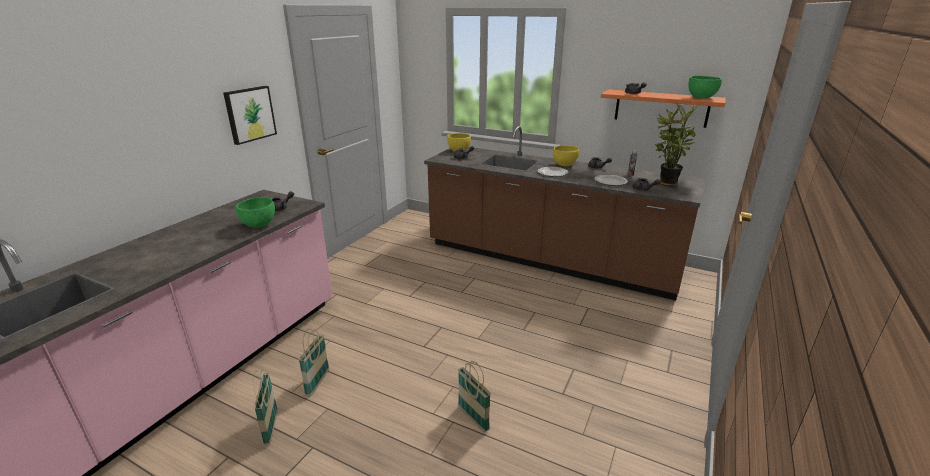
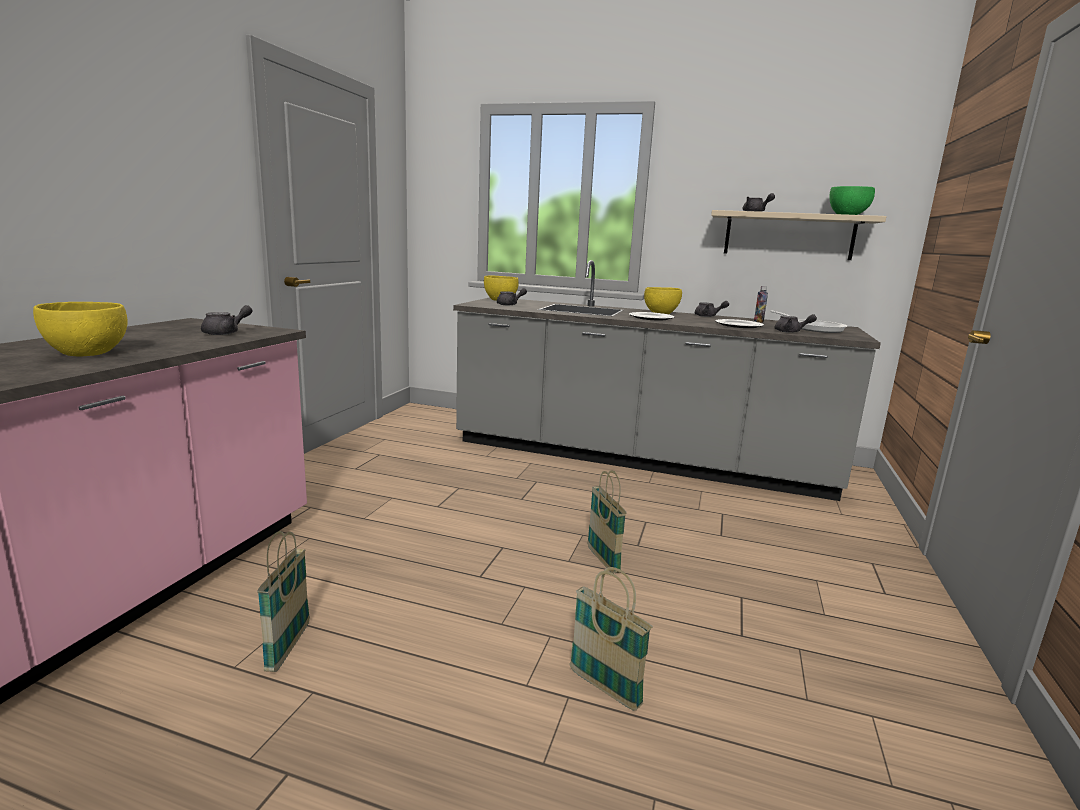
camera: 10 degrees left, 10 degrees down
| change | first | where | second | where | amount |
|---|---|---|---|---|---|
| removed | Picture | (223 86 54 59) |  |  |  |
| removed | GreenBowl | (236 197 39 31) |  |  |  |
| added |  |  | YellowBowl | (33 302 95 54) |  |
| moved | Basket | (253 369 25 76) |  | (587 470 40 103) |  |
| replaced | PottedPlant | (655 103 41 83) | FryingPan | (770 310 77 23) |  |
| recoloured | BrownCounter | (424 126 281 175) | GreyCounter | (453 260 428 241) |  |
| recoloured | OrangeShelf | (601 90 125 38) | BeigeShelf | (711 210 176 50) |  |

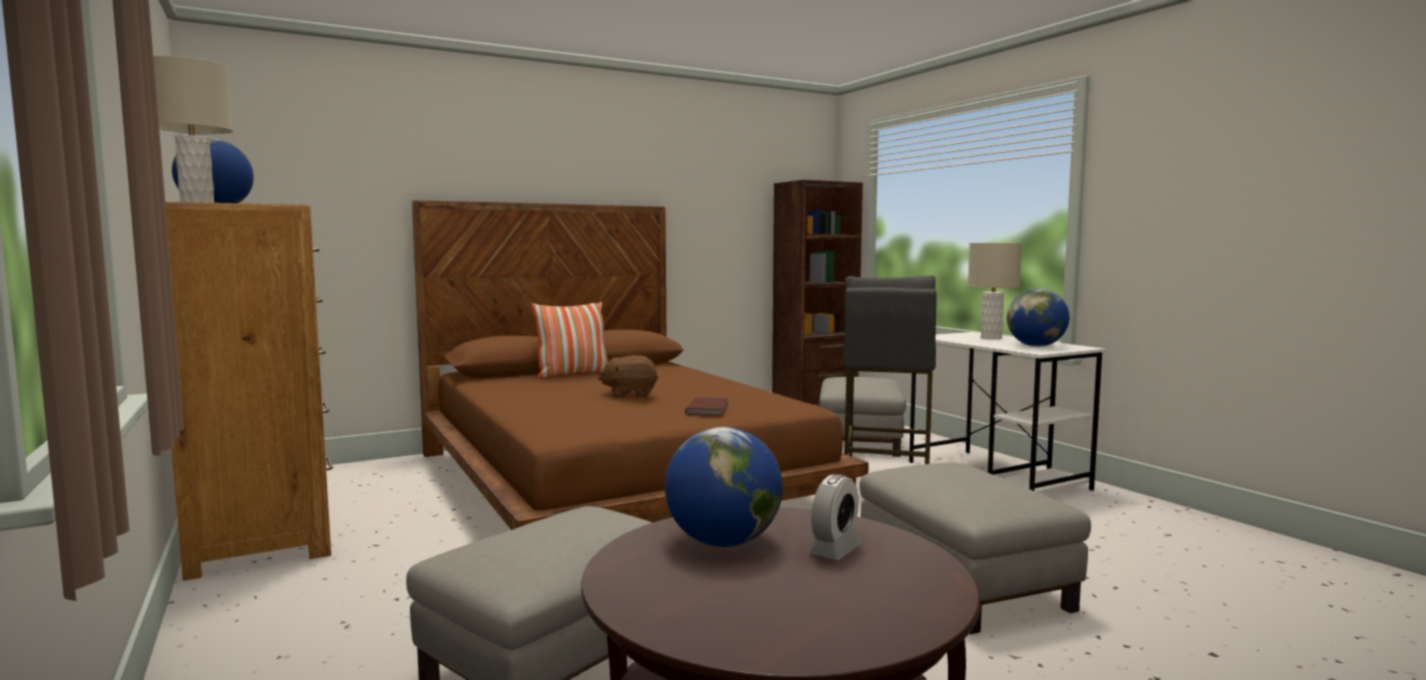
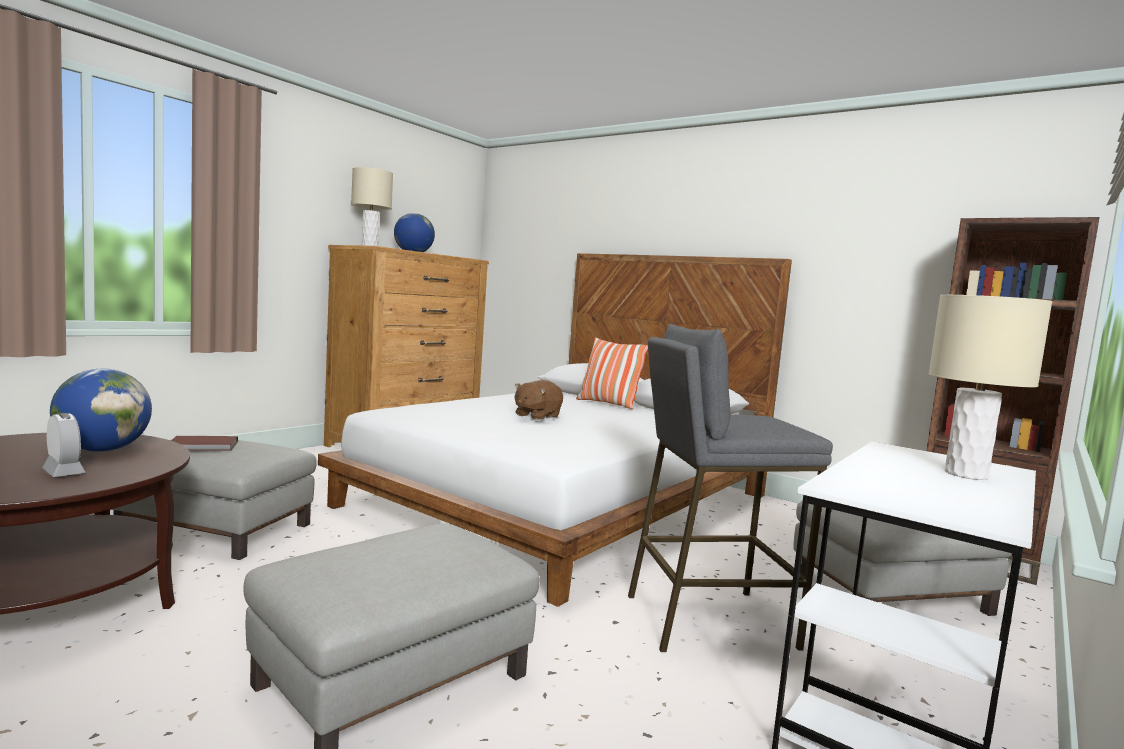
camera: 65 degrees right, 0 degrees up
| change | first | where | second | where | amount |
|---|---|---|---|---|---|
| removed | Globe | (1007 289 62 58) |  |  |  |
| moved | BrownBook | (685 397 44 19) |  | (171 436 67 15) |  |
| recoloured | BrownBed | (412 200 457 330) | WhiteBed | (318 253 474 354) |  |
| turned | BrownPlushToy | (598 355 60 43) |  | (515 380 48 40) | 105 degrees counterclockwise |
| turned | AlarmClock | (808 474 53 86) |  | (42 413 44 64) | 150 degrees counterclockwise |

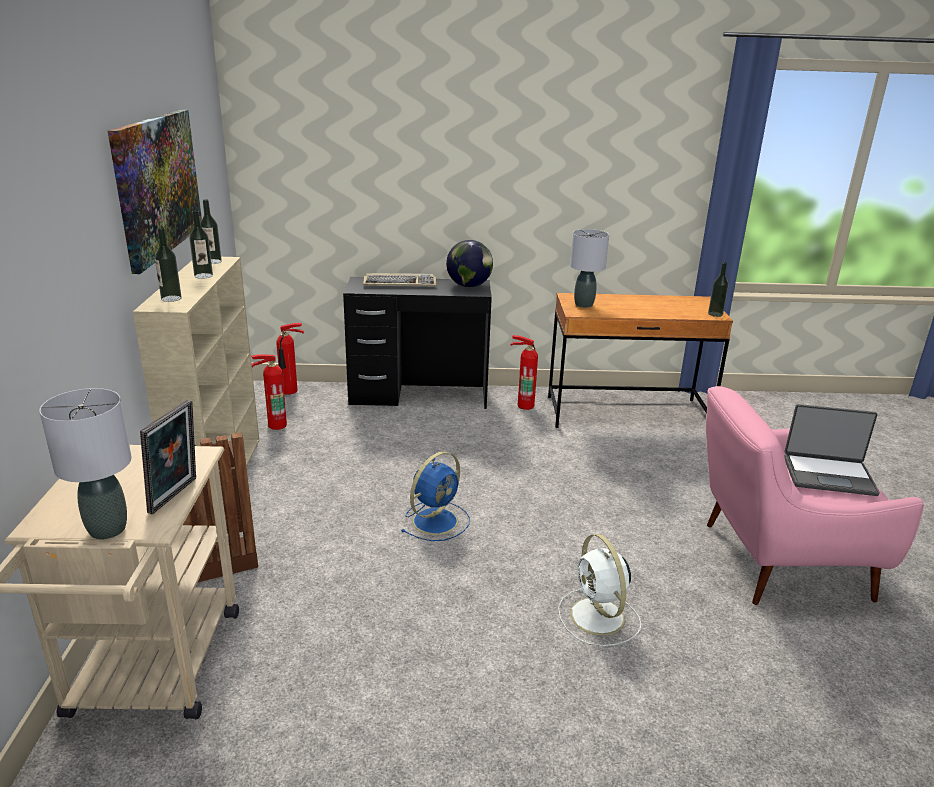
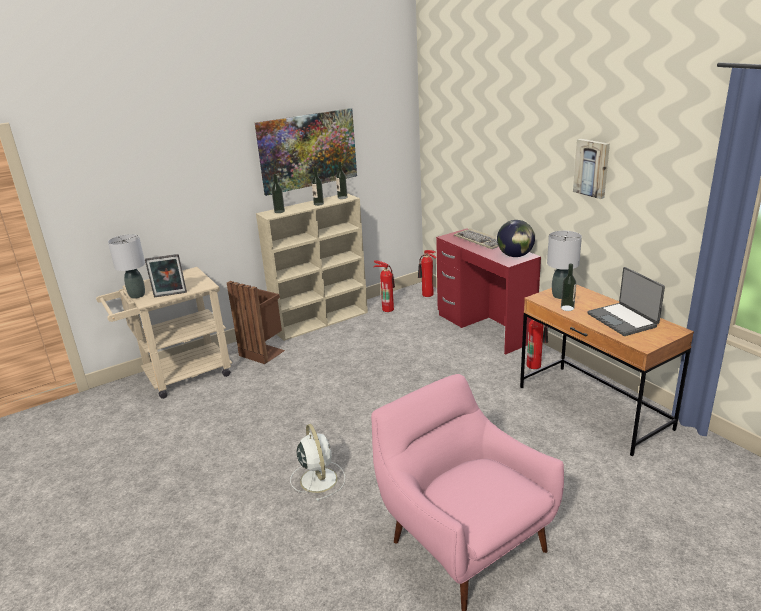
camera: 60 degrees right, 0 degrees up
| change | first | where | second | where | amount |
|---|---|---|---|---|---|
| removed | BlueFan | (401 451 69 90) |  |  |  |
| added |  |  | Picture | (573 139 37 60) |  |
| moved | Bottle | (708 262 21 55) |  | (561 264 15 47) |  |
| moved | Laptop | (784 404 96 92) |  | (587 267 78 69) |  |
| recoloured | BlackDesk | (343 277 149 132) | RedDesk | (436 229 105 126) |  |
| turned | WhiteFan | (558 534 83 112) |  | (290 424 55 77) | 120 degrees clockwise |

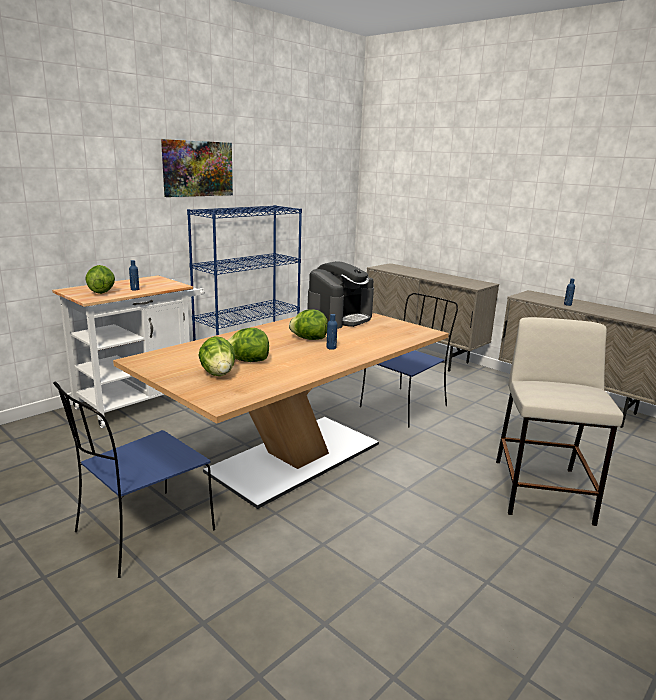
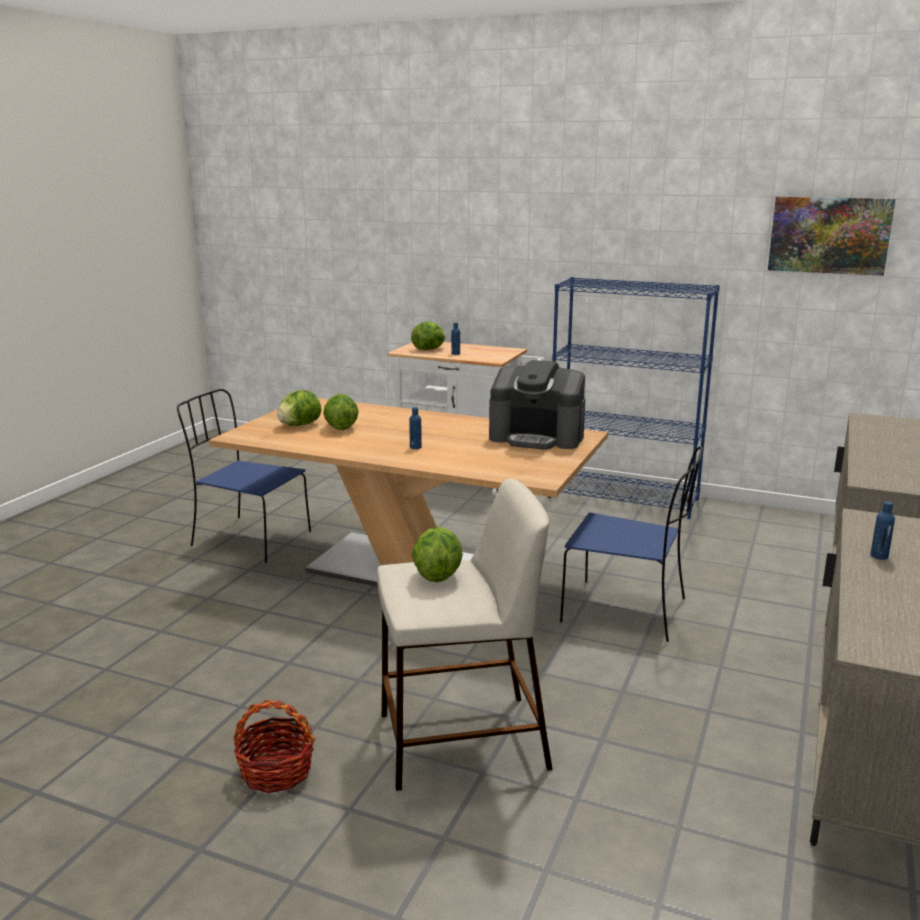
camera: 70 degrees right, 0 degrees up
| change | first | where | second | where | amount |
|---|---|---|---|---|---|
| added |  |  | Basket | (234 700 81 93) |  |
| moved | Picture | (161 139 72 58) |  | (768 196 127 80) |  |
| moved | Lettuce | (289 309 39 31) |  | (412 526 51 56) |  |

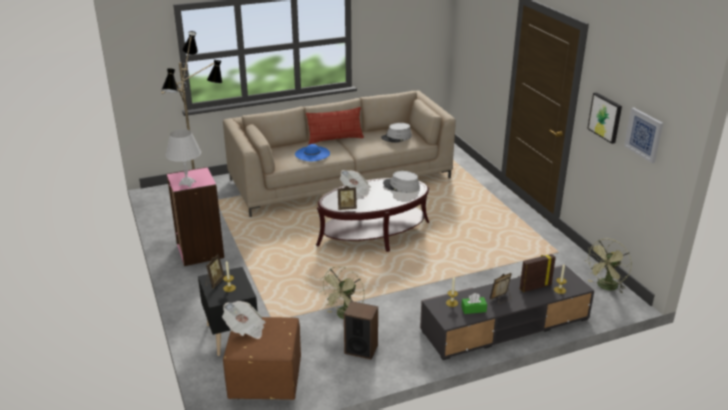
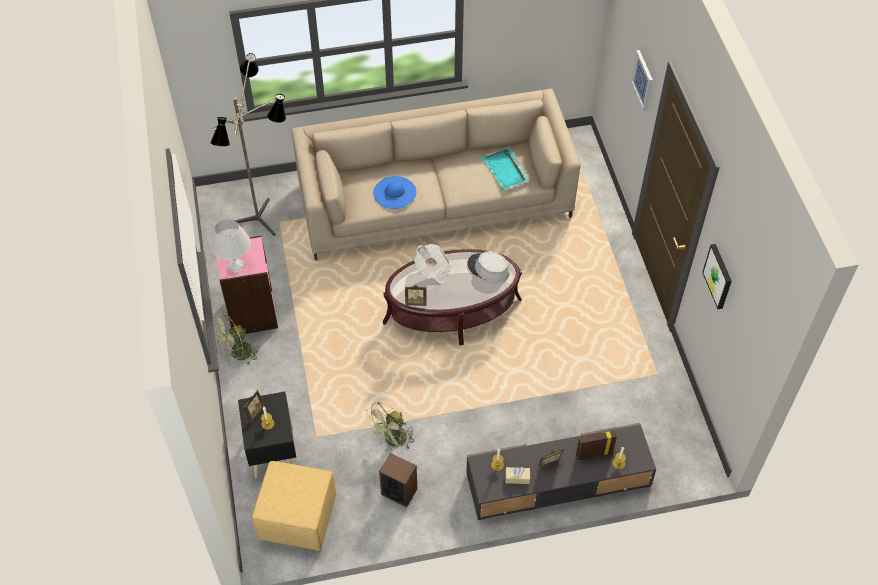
camera: 10 degrees right, 25 degrees up
| change | first | where | second | where | amount |
|---|---|---|---|---|---|
| removed | Newspaper | (222 301 44 38) |  |  |  |
| removed | Pillow | (306 107 58 38) |  |  |  |
| moved | GreenFan | (585 239 47 54) |  | (214 312 46 53) |  |
| moved | Picture | (624 108 39 55) |  | (631 50 22 61) |  |
| replaced | GreyHat | (381 123 31 20) | TurquoiseTray | (481 147 50 43) |  |
| recoloured | BrownOttoman | (223 317 78 83) | YellowOttoman | (252 461 84 90) |  |
| recoloured | GreenTissueBox | (461 293 26 21) | BeigeTissueBox | (505 467 25 17) |  |

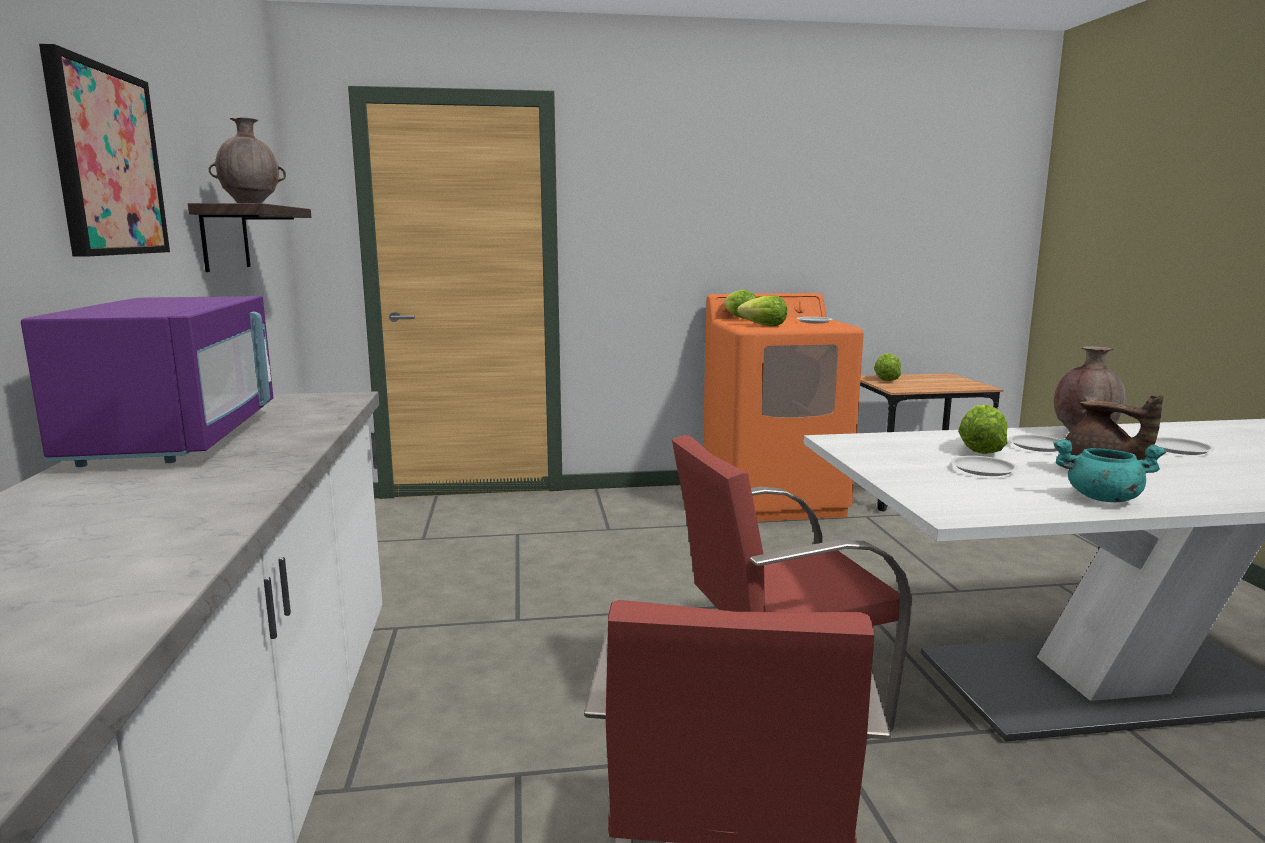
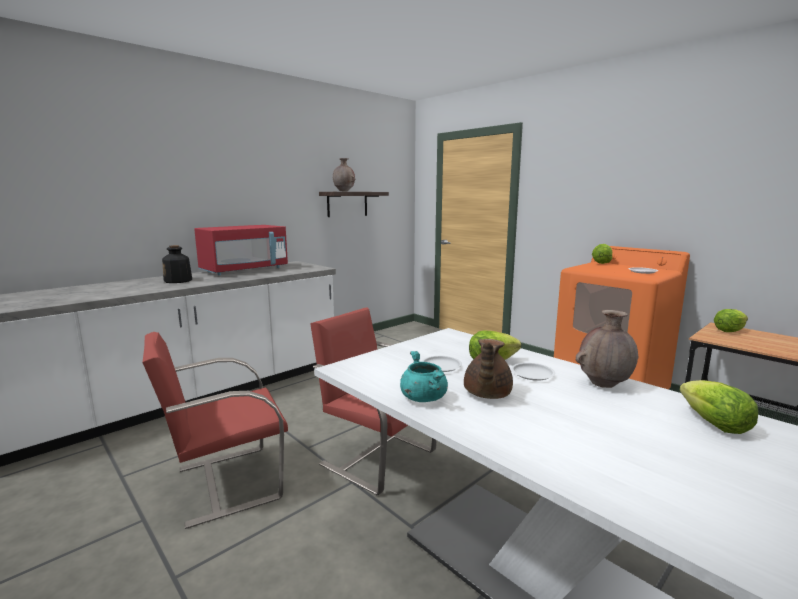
camera: 55 degrees right, 0 degrees up
| change | first | where | second | where | amount |
|---|---|---|---|---|---|
| removed | Picture | (39 44 131 213) |  |  |  |
| removed | WhitePlate | (1155 437 60 18) |  |  |  |
| added |  |  | Bottle | (162 245 30 38) |  |
| moved | Lettuce | (737 296 50 30) |  | (680 380 78 54) |  |
| recoloured | PurpleMicrowave | (21 296 252 171) | RedMicrowave | (194 225 94 50) |  |

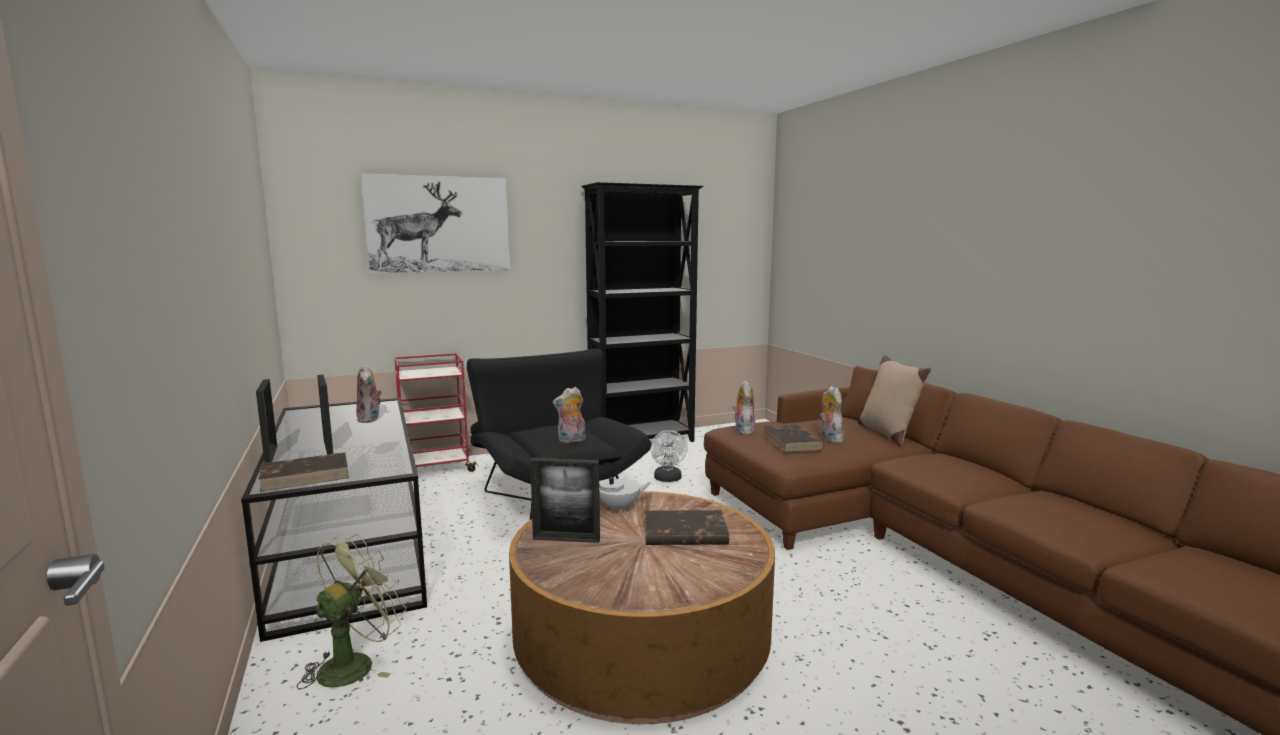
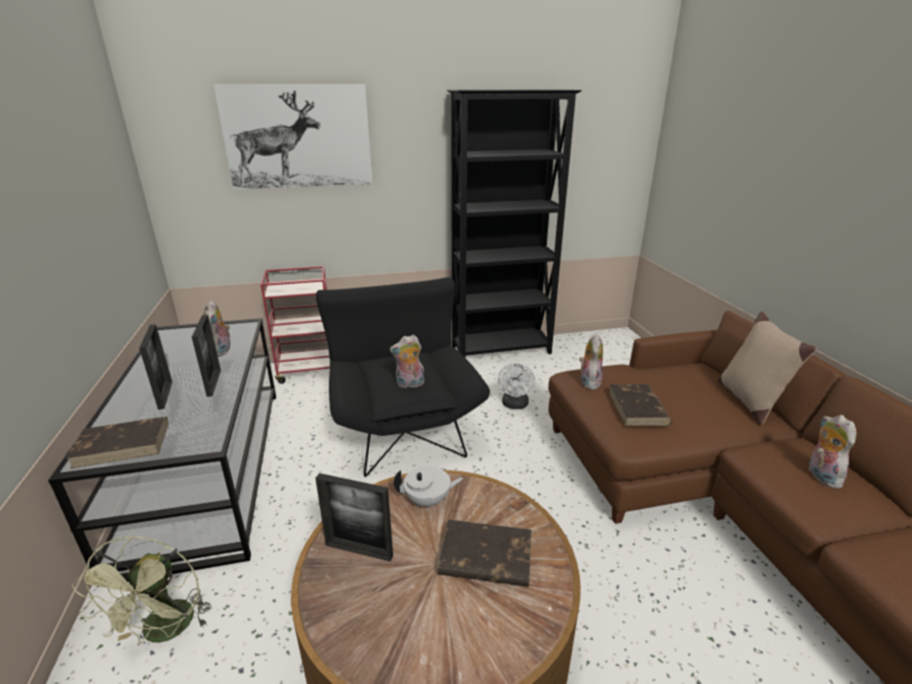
camera: 10 degrees right, 15 degrees up
| change | first | where | second | where | amount |
|---|---|---|---|---|---|
| moved | PictureFrame | (256 379 21 84) |  | (192 315 29 82) |  |
| moved | PlushToy | (820 386 24 57) |  | (809 415 48 74) |  |
| turned | GreenFan | (297 534 109 155) |  | (72 536 139 109) | 135 degrees clockwise |

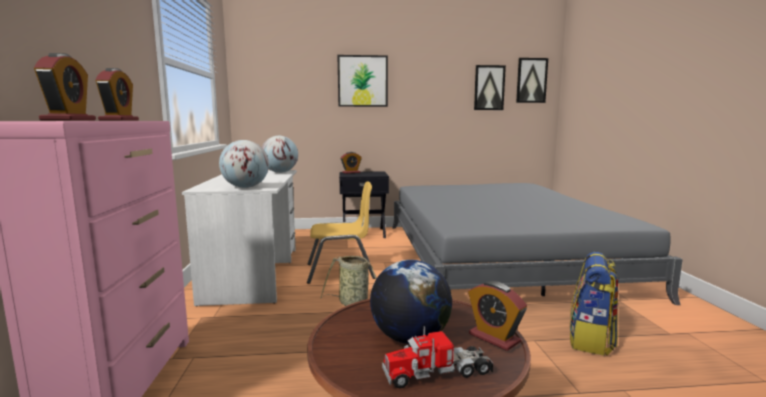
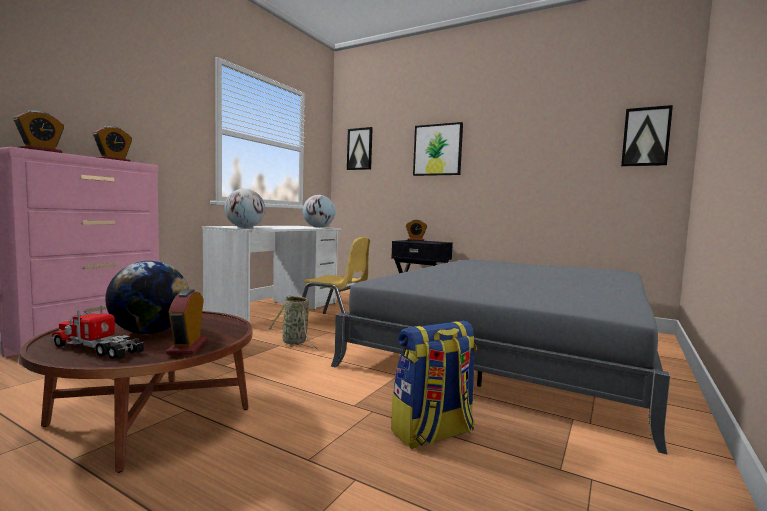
camera: 35 degrees right, 5 degrees down
| change | first | where | second | where | amount |
|---|---|---|---|---|---|
| moved | Picture | (474 65 32 45) |  | (347 127 26 43) |  |

